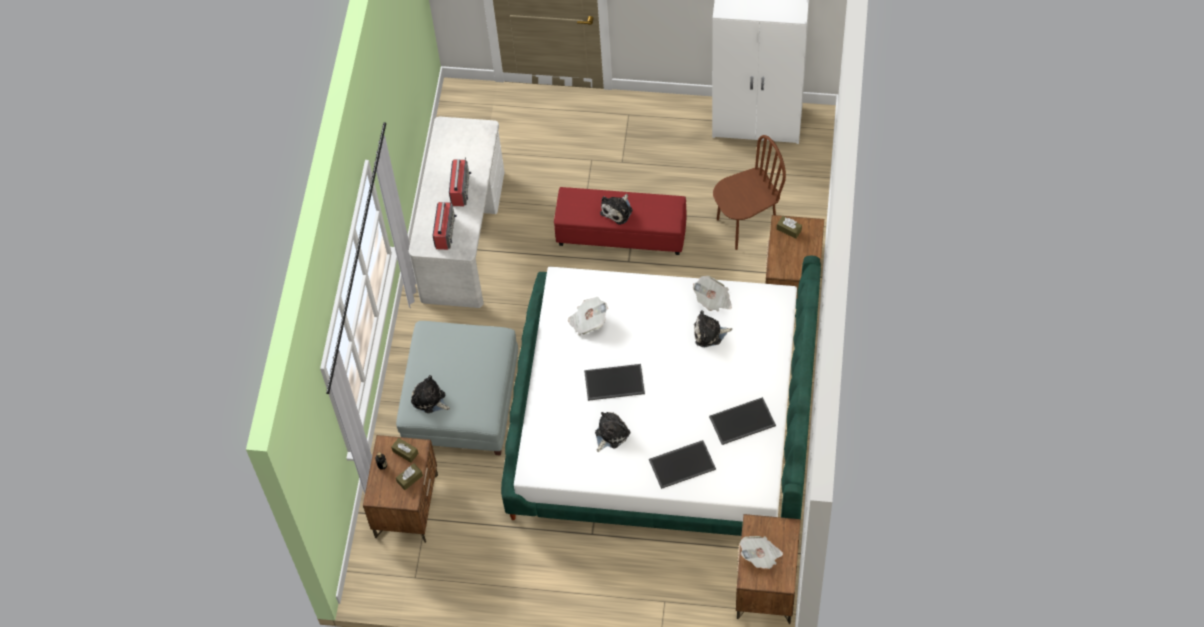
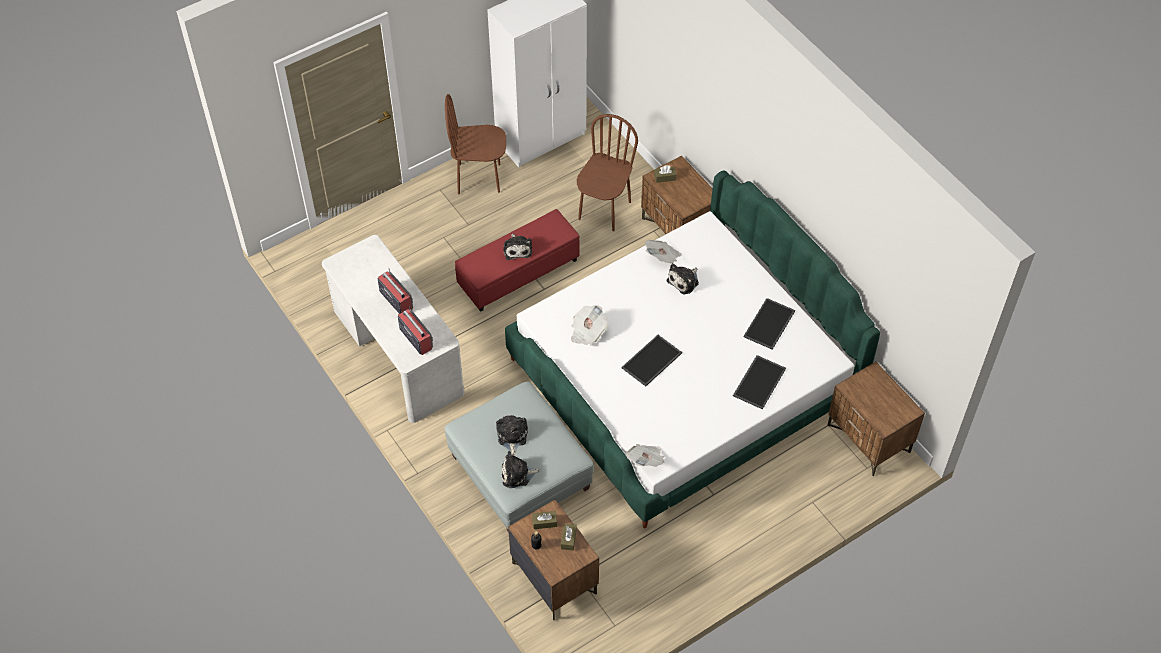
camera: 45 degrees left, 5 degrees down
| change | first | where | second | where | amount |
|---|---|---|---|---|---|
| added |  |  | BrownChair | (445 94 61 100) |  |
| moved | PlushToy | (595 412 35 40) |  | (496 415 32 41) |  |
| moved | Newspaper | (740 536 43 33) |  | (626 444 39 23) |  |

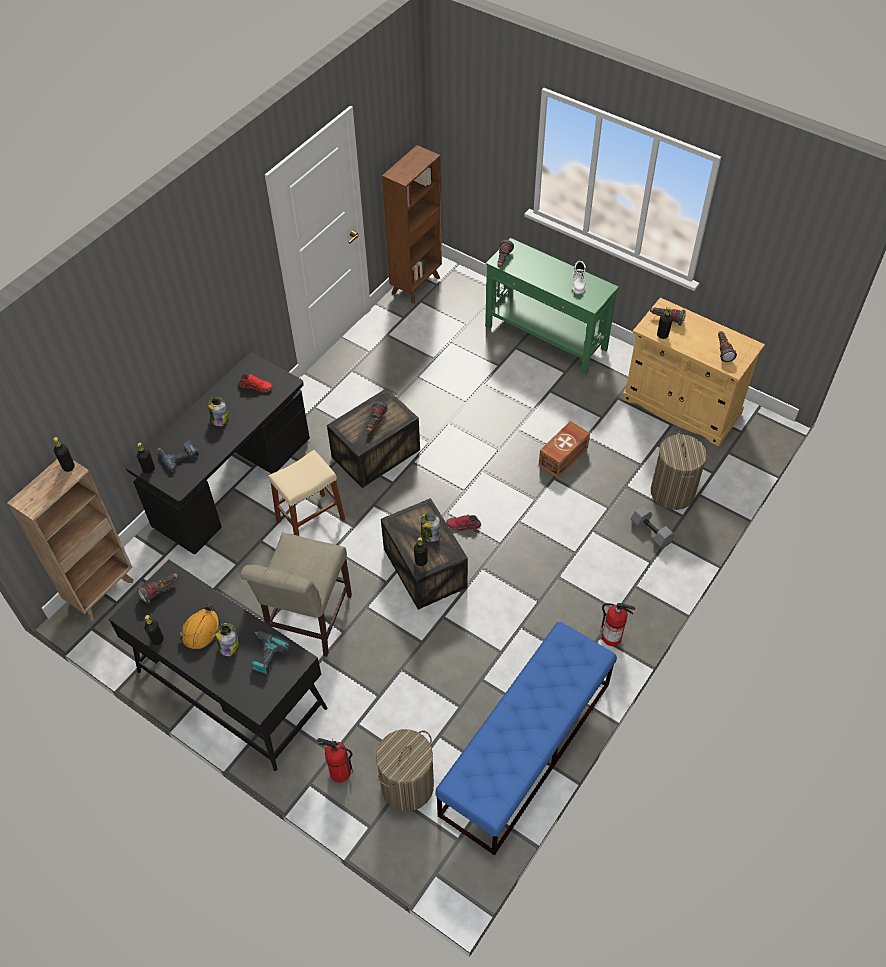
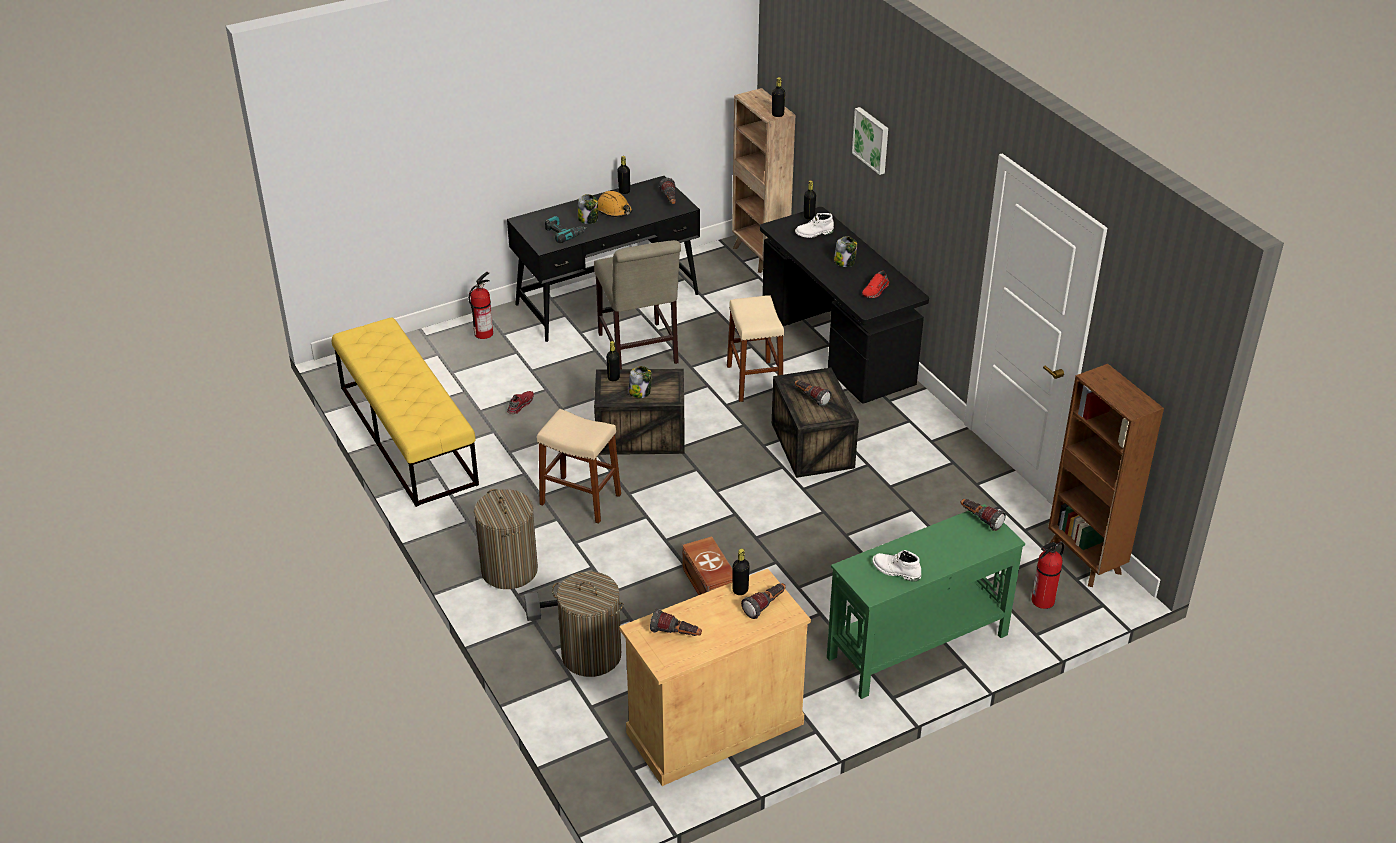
camera: 115 degrees right, 15 degrees down
| change | first | where | second | where | amount |
|---|---|---|---|---|---|
| added |  |  | BeigeStool | (537 409 84 115) |  |
| added |  |  | Picture | (852 107 36 68) |  |
| moved | LaundryBasket | (376 729 58 82) |  | (474 489 64 100) |  |
| moved | RedShoe | (446 515 35 16) |  | (507 391 27 23) |  |
| moved | FireExtinguisher | (600 603 35 43) |  | (1032 542 32 67) |  |
| replaced | PowerDrill | (158 440 41 31) | WhiteBoot | (795 213 39 25) |  |
| recoloured | BlueBench | (435 622 182 234) | YellowBench | (332 318 147 189) |  |
| turned | BeigeChair | (240 532 112 124) |  | (594 240 87 129) | 150 degrees counterclockwise |

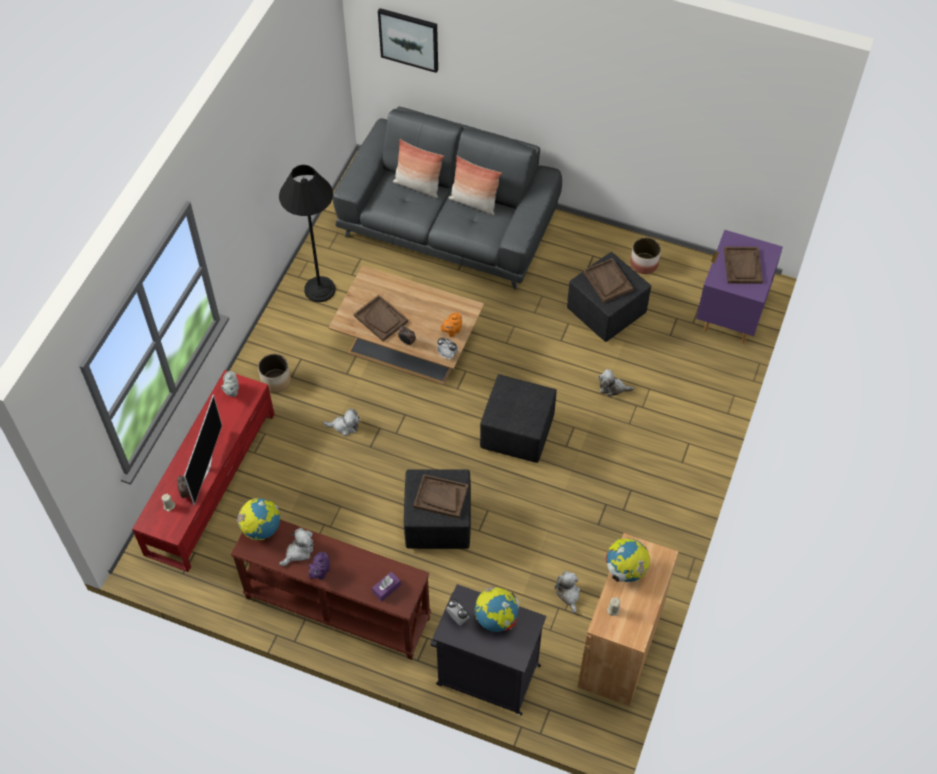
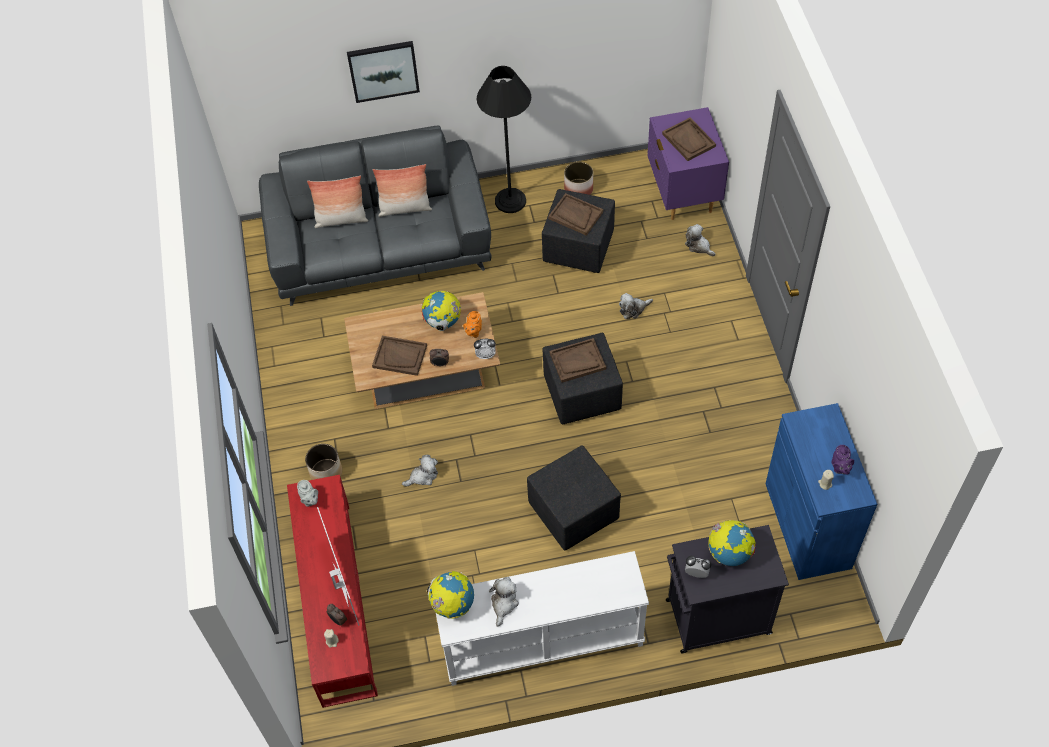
camera: 30 degrees left, 0 degrees up
| change | first | where | second | where | amount |
|---|---|---|---|---|---|
| removed | PurpleTissueBox | (372 571 29 30) |  |  |  |
| moved | BlackFloorLamp | (279 165 57 137) |  | (477 66 54 147) |  |
| moved | PurpleTeapot | (308 552 22 28) |  | (831 445 23 30) |  |
| moved | Picture | (378 8 60 65) |  | (347 41 73 62) |  |
| moved | BrownTray | (413 474 55 44) |  | (550 338 56 45) |  |
| moved | PlushToy | (554 571 26 43) |  | (685 224 31 32) |  |
| moved | Globe | (606 538 44 44) |  | (422 291 39 40) |  |
| recoloured | BrownConsoleTable | (230 520 201 140) | WhiteConsoleTable | (436 551 213 135) |  |
| recoloured | BrownCabinet | (578 533 101 173) | BlueCabinet | (765 403 112 177) |  |

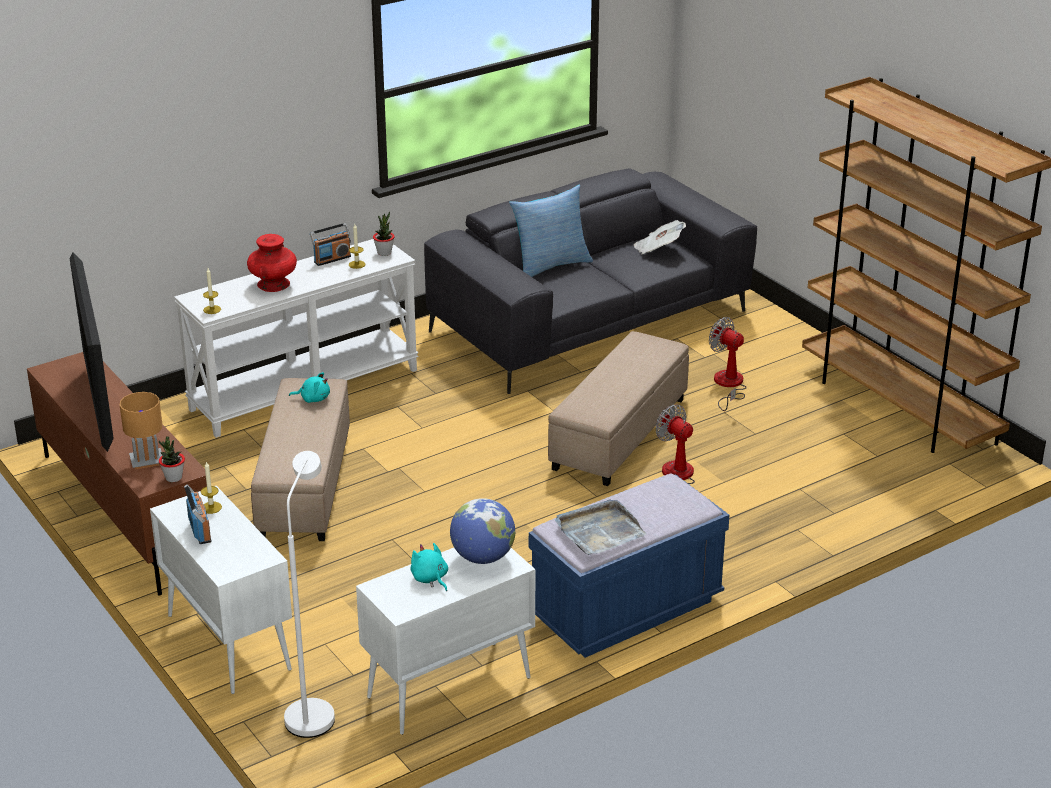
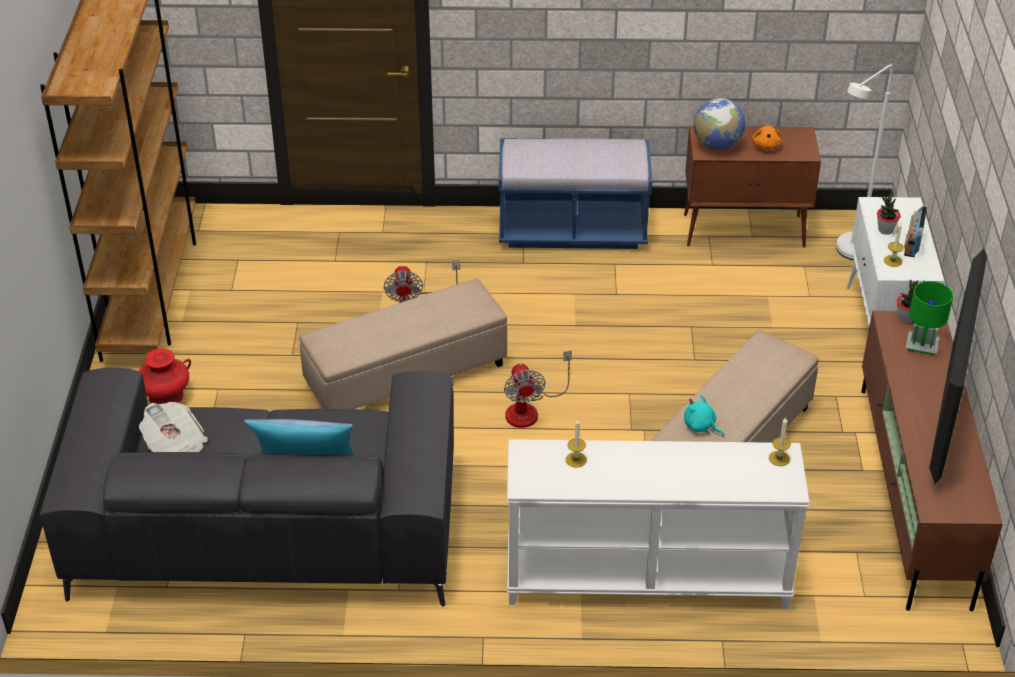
camera: 145 degrees left, 10 degrees up
| change | first | where | second | where | amount |
|---|---|---|---|---|---|
| removed | Radio | (310 223 41 43) |  |  |  |
| removed | GreyTray | (555 500 91 55) |  |  |  |
| moved | RedVase | (247 234 50 58) |  | (139 349 52 55) |  |
| moved | PottedPlant | (373 212 22 44) |  | (877 194 24 41) |  |
| moved | Fan | (709 317 38 94) |  | (504 351 68 77) |  |
| recoloured | BrownTableLamp | (120 392 42 78) | GreenTableLamp | (906 281 47 74) |  |
| recoloured | WhiteCabinet | (356 548 179 187) | BrownCabinet | (684 126 137 121) |  |
| recoloured | TurquoisePlushToy | (410 543 38 48) | OrangePlushToy | (752 126 30 24) |  |

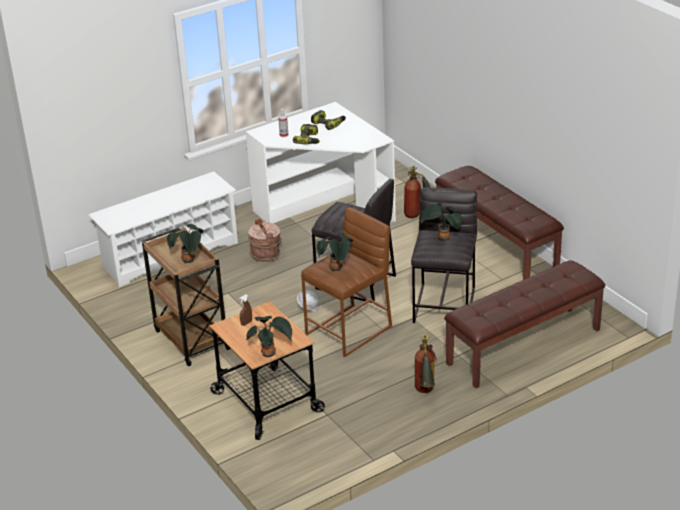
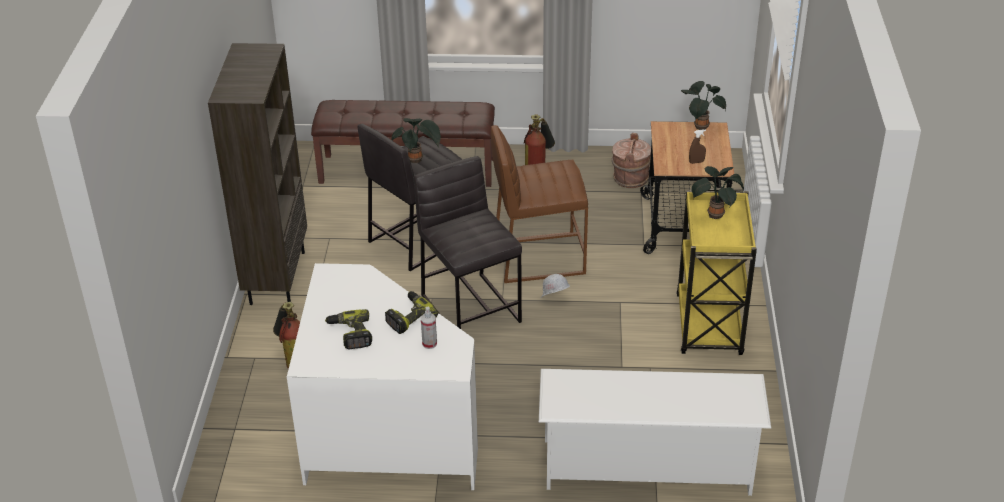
camera: 145 degrees left, 5 degrees up
| change | first | where | second | where | amount |
|---|---|---|---|---|---|
| removed | PottedPlant | (317 233 36 38) |  |  |  |
| moved | BrownBucket | (248 218 34 44) |  | (612 133 39 55) |  |
| replaced | BrownBench | (435 166 129 114) | BrownBookcase | (208 43 99 262) |  |
| recoloured | BrownCart | (142 227 88 139) | YellowCart | (676 188 81 167) |  |

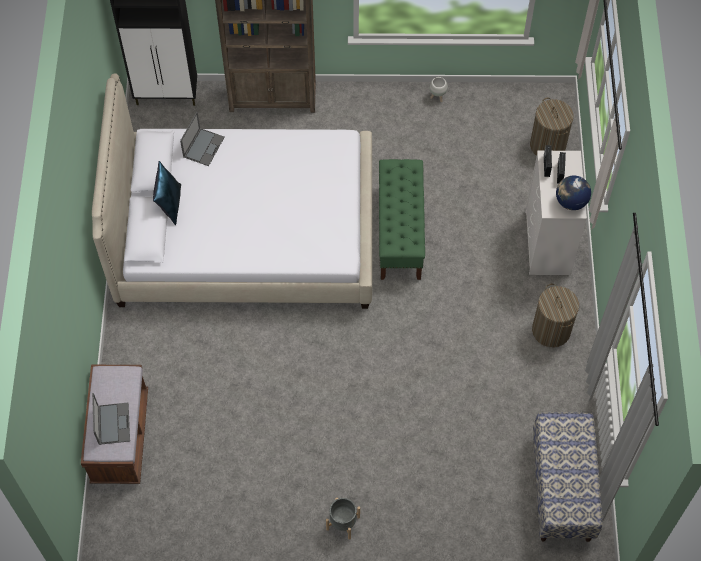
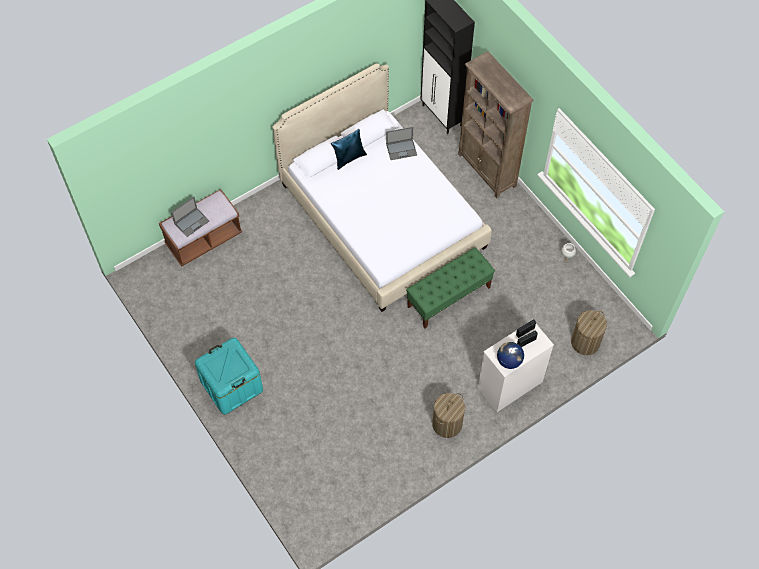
camera: 55 degrees right, 0 degrees up
| change | first | where | second | where | amount |
|---|---|---|---|---|---|
| removed | Bench | (533 412 70 130) |  |  |  |
| replaced | GreyPlanter | (326 498 34 42) | TurquoiseStorageBox | (195 338 68 76) |  |

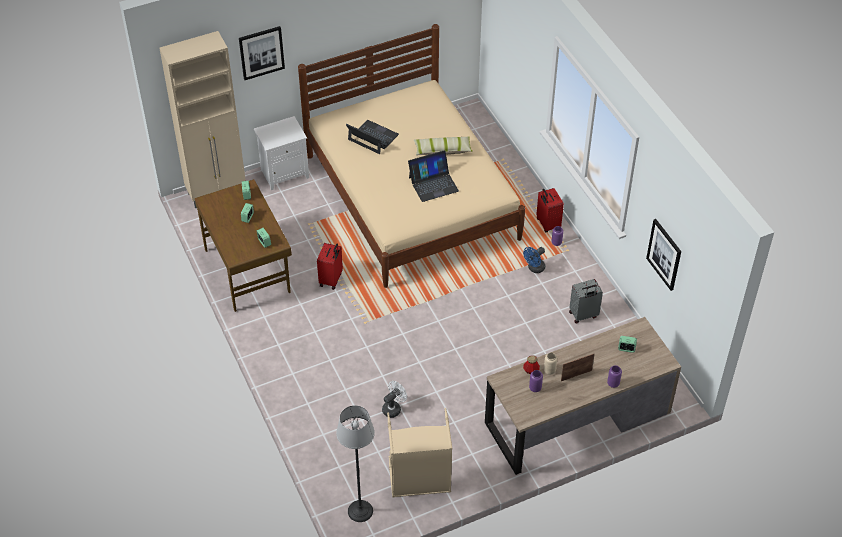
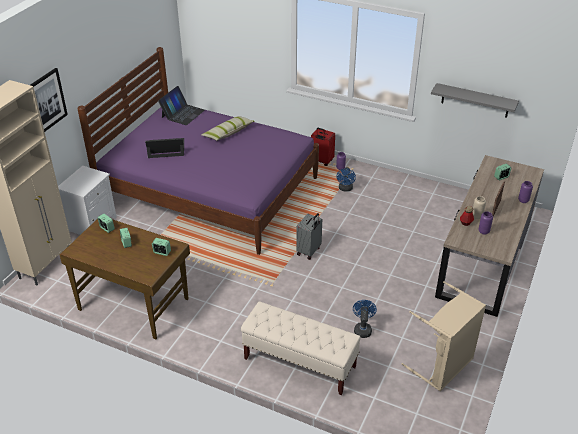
camera: 40 degrees left, 10 degrees down
| change | first | where | second | where | amount |
|---|---|---|---|---|---|
| removed | RedSuitcase | (317 243 26 47) |  |  |  |
| removed | FloorLamp | (336 405 39 117) |  |  |  |
| added |  |  | BeigeBench | (241 301 120 95) |  |
| moved | Laptop | (408 150 51 52) |  | (158 86 47 39) |  |
| moved | GreySuitcase | (569 279 34 45) |  | (296 213 26 47) |  |
| replaced | Picture | (646 219 35 72) | GreyShelf | (431 83 88 35) |  |
| recoloured | BeigeBed | (298 24 227 264) | PurpleBed | (77 47 242 208) |  |
| recoloured | WhiteFan | (382 381 25 37) | BlueFan | (353 300 24 38) |  |

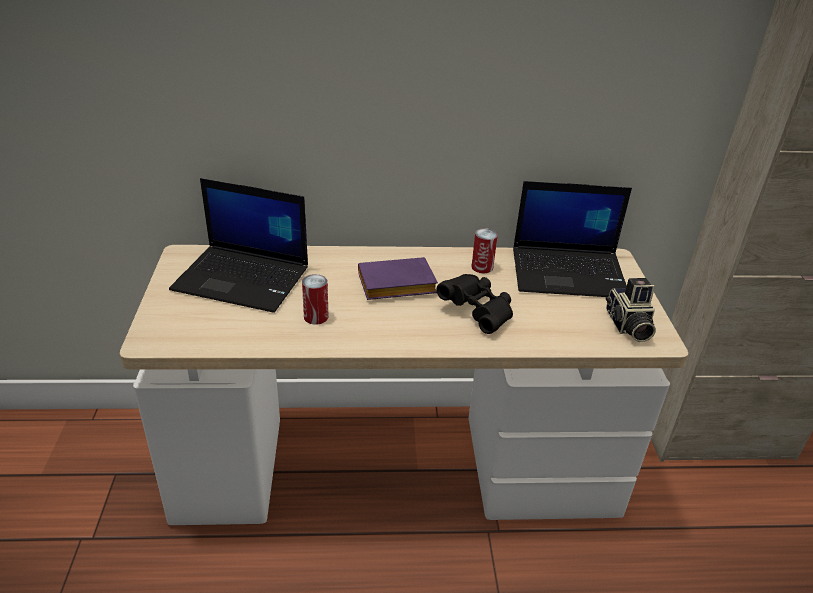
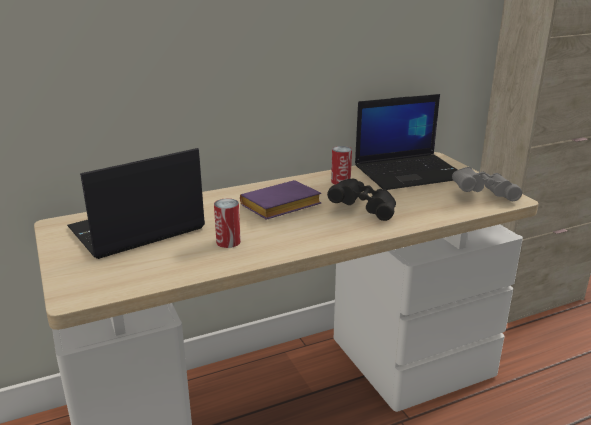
camera: 20 degrees left, 10 degrees down
| change | first | where | second | where | amount |
|---|---|---|---|---|---|
| replaced | PhotoCamera | (606 278 50 64) | GreyBinoculars | (452 167 70 34) |  |
| turned | Laptop | (169 178 139 135) |  | (67 148 138 111) | 150 degrees clockwise |

